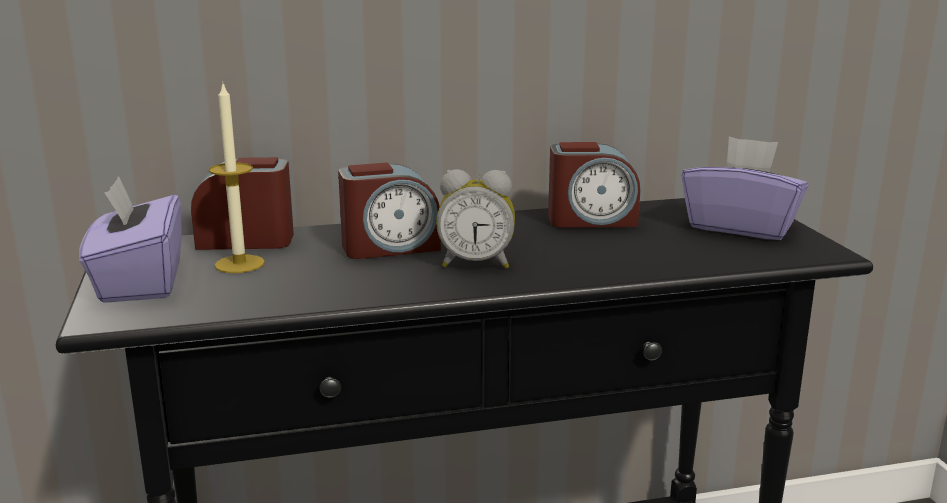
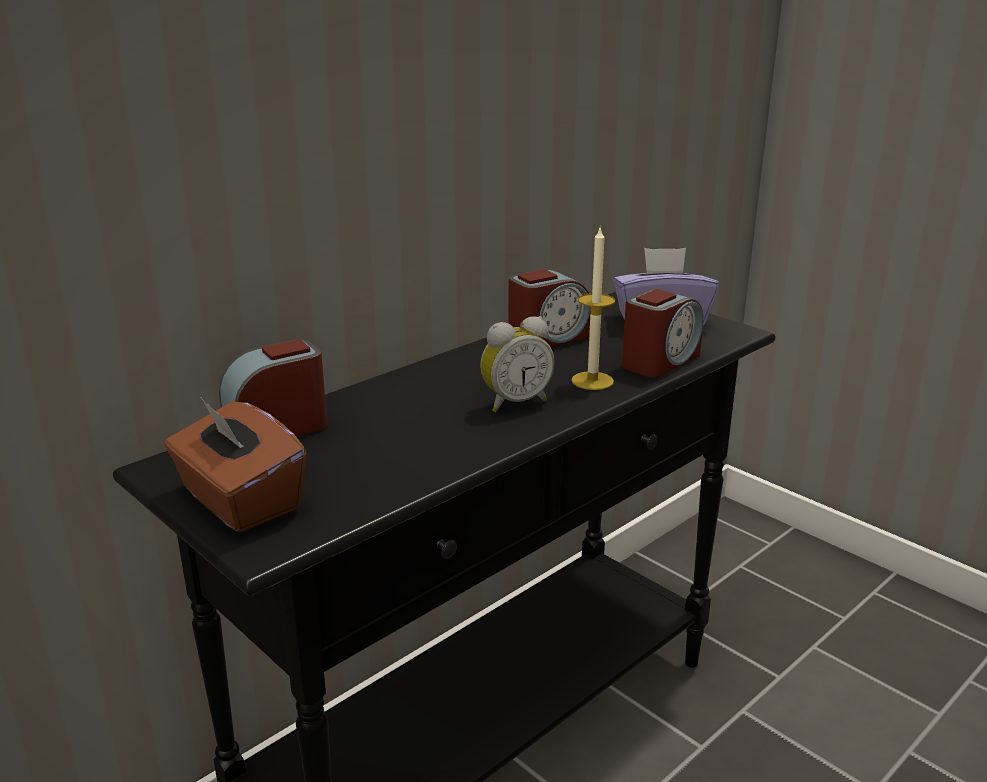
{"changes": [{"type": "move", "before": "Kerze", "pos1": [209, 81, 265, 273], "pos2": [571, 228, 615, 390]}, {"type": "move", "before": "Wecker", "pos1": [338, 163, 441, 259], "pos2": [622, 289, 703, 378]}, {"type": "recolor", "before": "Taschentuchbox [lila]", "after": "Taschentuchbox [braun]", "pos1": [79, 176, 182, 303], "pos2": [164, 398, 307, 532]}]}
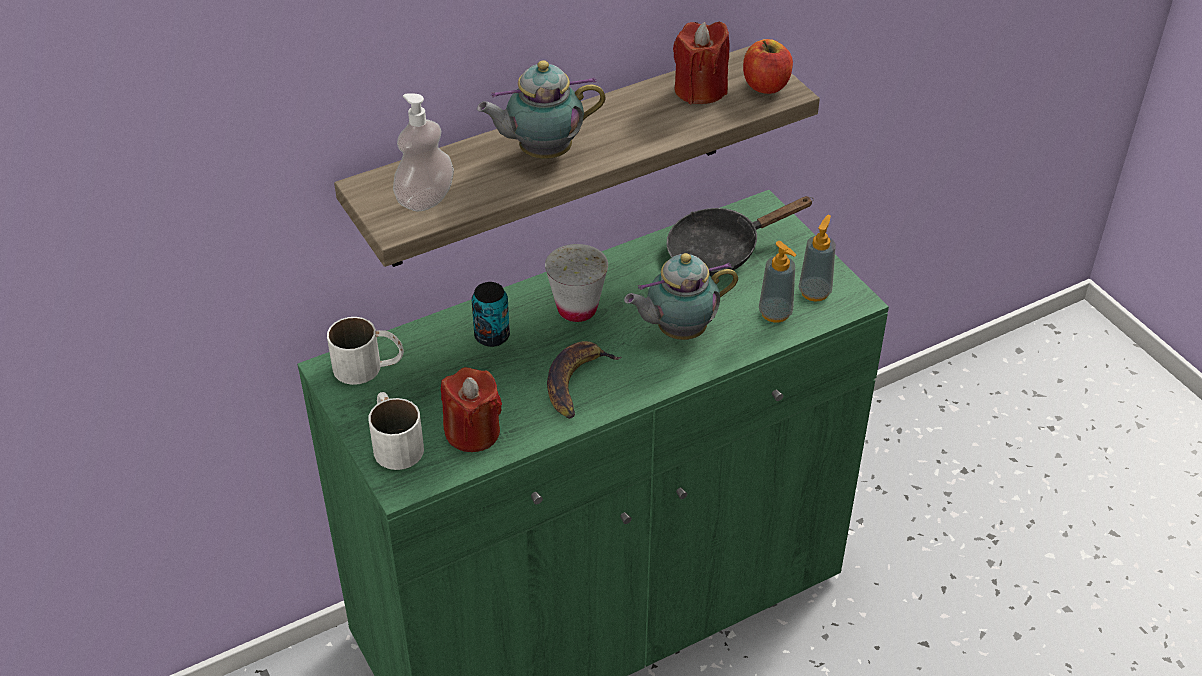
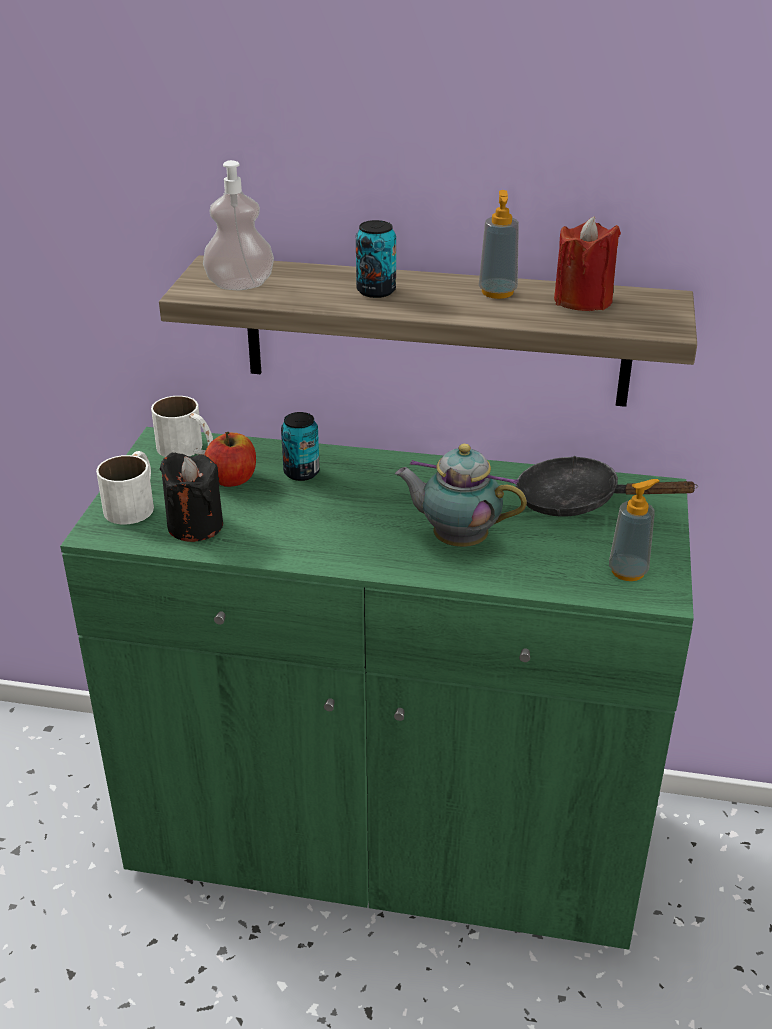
{"changes": [{"type": "move", "before": "Apfel", "pos1": [743, 39, 793, 94], "pos2": [205, 432, 256, 487]}, {"type": "replace", "before": "Teekanne", "after": "Dose", "pos1": [477, 60, 606, 159], "pos2": [356, 220, 396, 298]}, {"type": "move", "before": "Seifenspender", "pos1": [759, 241, 796, 323], "pos2": [479, 190, 519, 299]}, {"type": "delete", "before": "Tasse [weiß]", "pos1": [545, 244, 608, 322]}, {"type": "delete", "before": "Banane", "pos1": [547, 341, 621, 419]}, {"type": "recolor", "before": "Kerze [rot]", "after": "Kerze [schwarz]", "pos1": [441, 367, 502, 452], "pos2": [160, 453, 223, 542]}]}
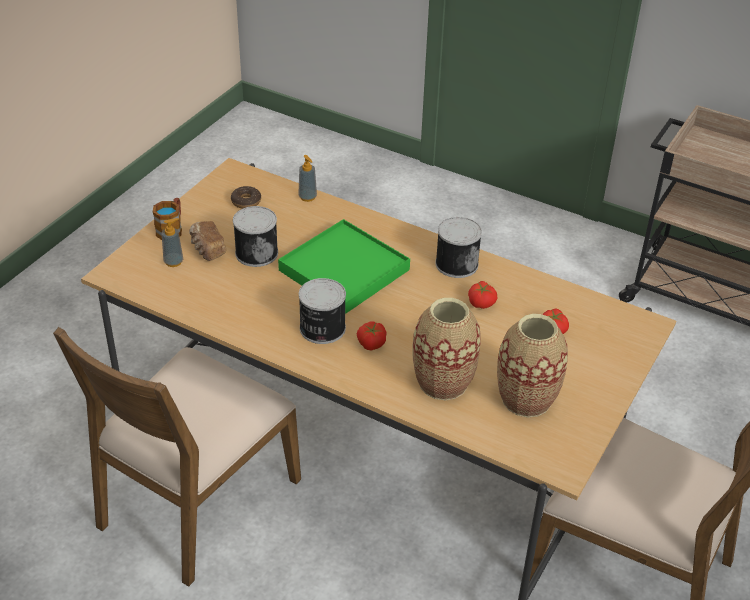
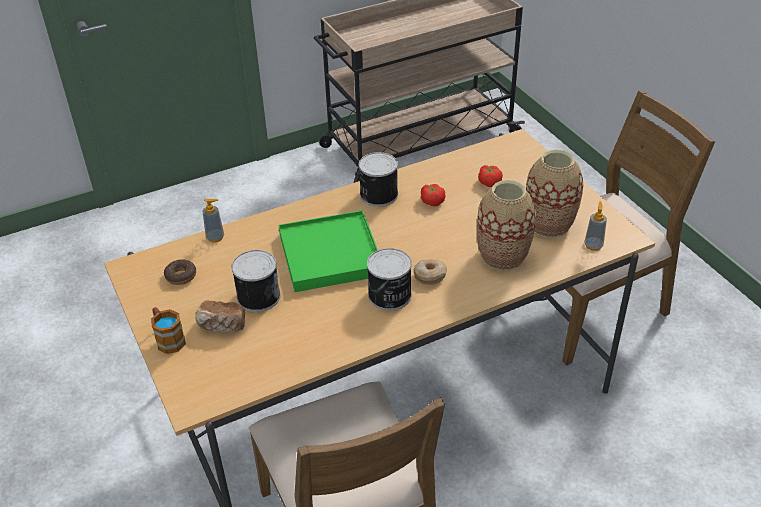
{"changes": [{"type": "move", "before": "Seifenspender", "pos1": [161, 218, 183, 267], "pos2": [584, 201, 607, 251]}, {"type": "replace", "before": "Tomate", "after": "Donut", "pos1": [357, 321, 387, 350], "pos2": [414, 259, 447, 285]}]}
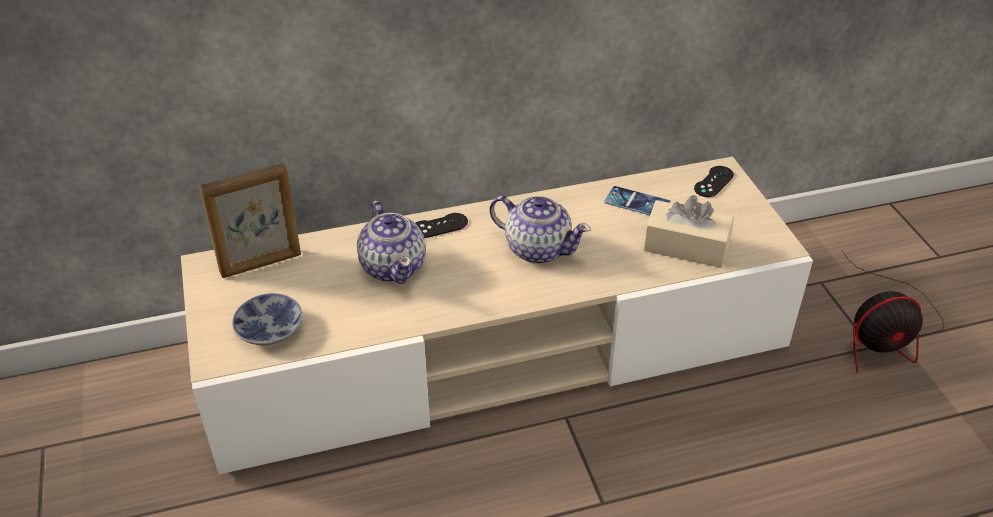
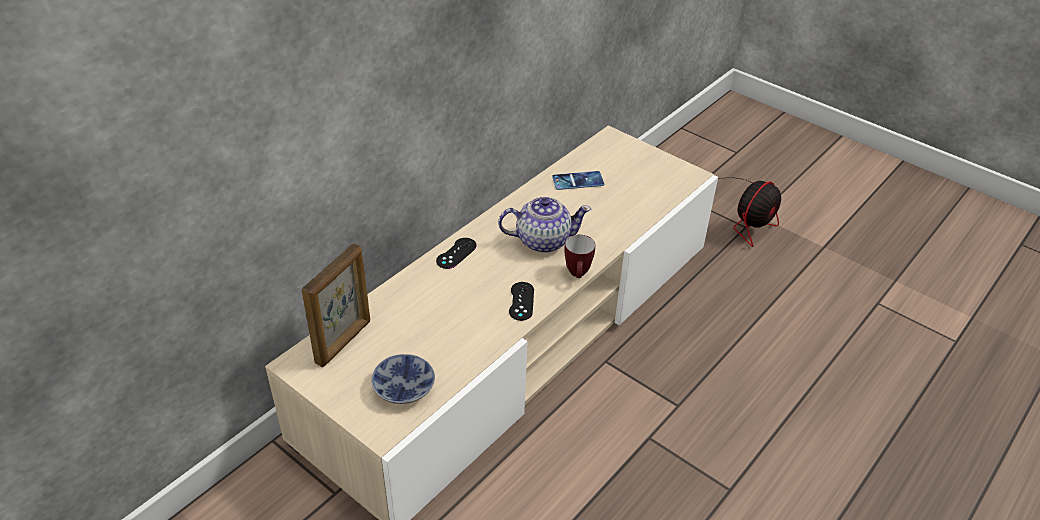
{"changes": [{"type": "move", "before": "Gamepad [schwarz]", "pos1": [694, 166, 734, 197], "pos2": [509, 282, 534, 321]}, {"type": "delete", "before": "Taschentuchbox [beige]", "pos1": [644, 195, 734, 268]}, {"type": "delete", "before": "Teekanne", "pos1": [357, 201, 426, 284]}, {"type": "insert", "after": "Henkelbecher", "pos2": [564, 234, 595, 278]}]}
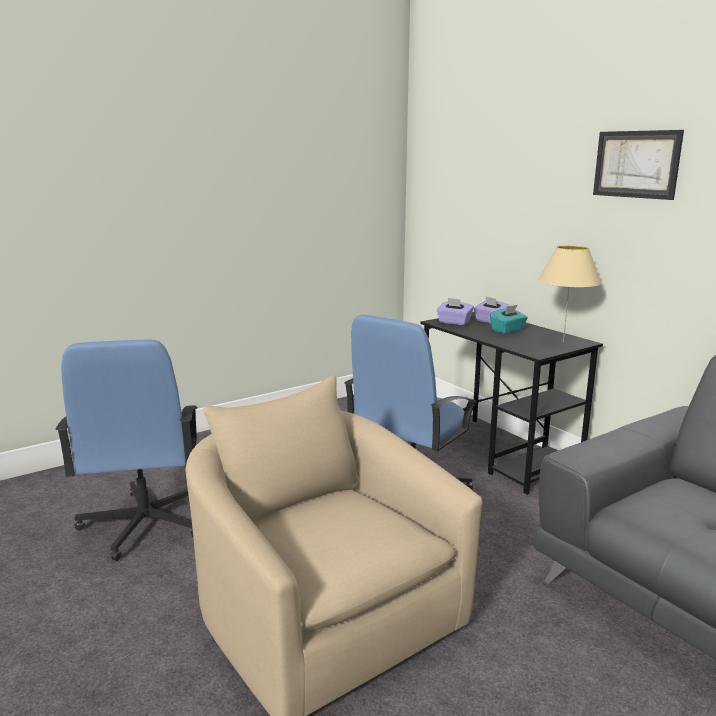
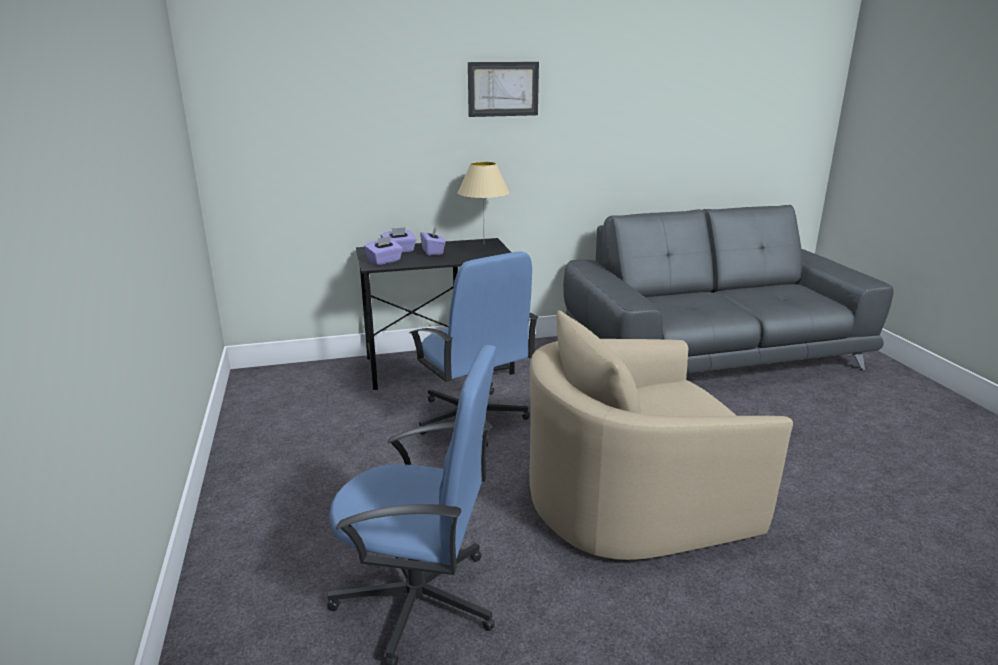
{"changes": [{"type": "recolor", "before": "Taschentuchbox [türkis]", "after": "Taschentuchbox [lila]", "pos1": [490, 305, 528, 334], "pos2": [420, 227, 445, 256]}]}
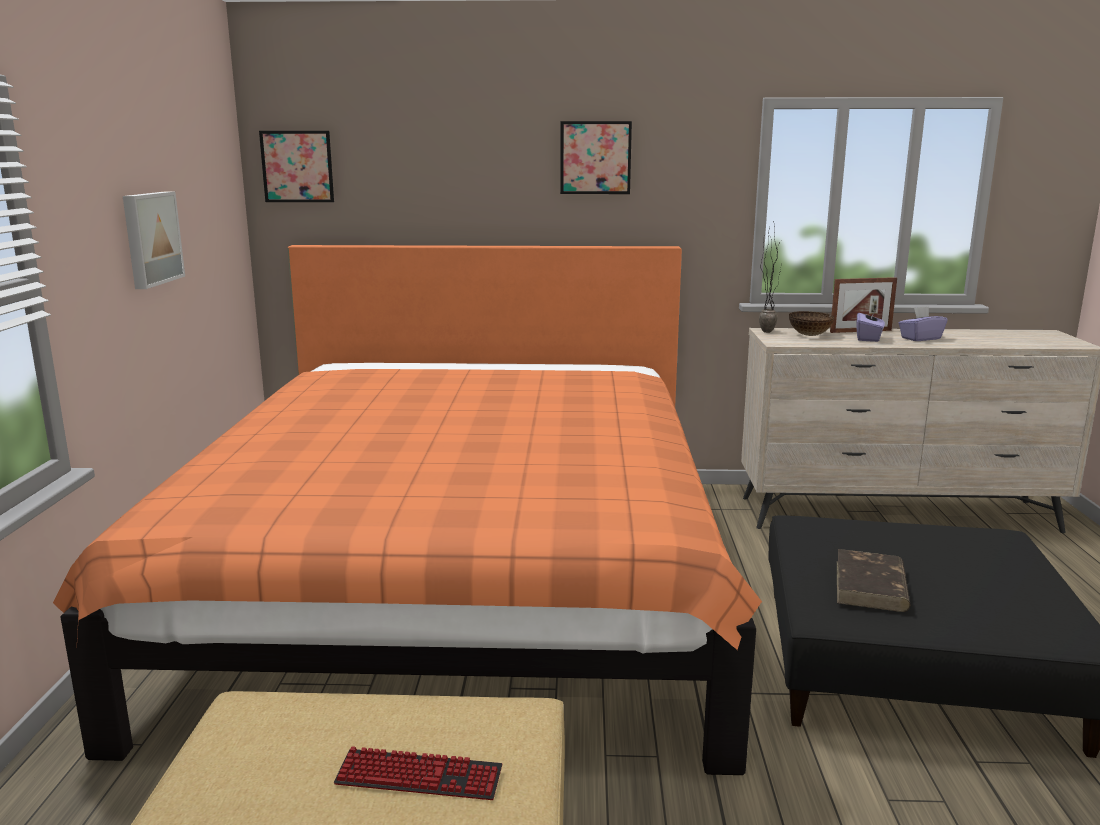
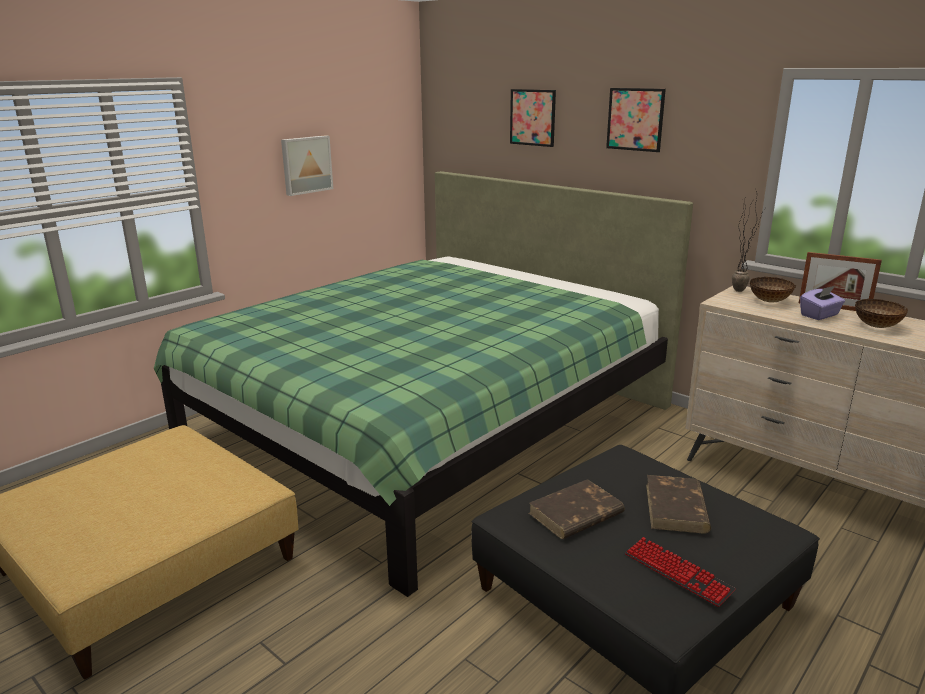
{"changes": [{"type": "move", "before": "Bild", "pos1": [259, 131, 334, 202], "pos2": [510, 89, 556, 147]}, {"type": "recolor", "before": "Bett [orange]", "after": "Bett [grün]", "pos1": [53, 245, 762, 775], "pos2": [154, 171, 693, 597]}, {"type": "replace", "before": "Taschentuchbox [lila]", "after": "Schüssel", "pos1": [899, 306, 948, 341], "pos2": [855, 299, 908, 328]}, {"type": "move", "before": "Tastatur", "pos1": [334, 746, 502, 800], "pos2": [625, 537, 736, 607]}, {"type": "insert", "after": "Buch [braun]", "pos2": [646, 475, 711, 534]}]}
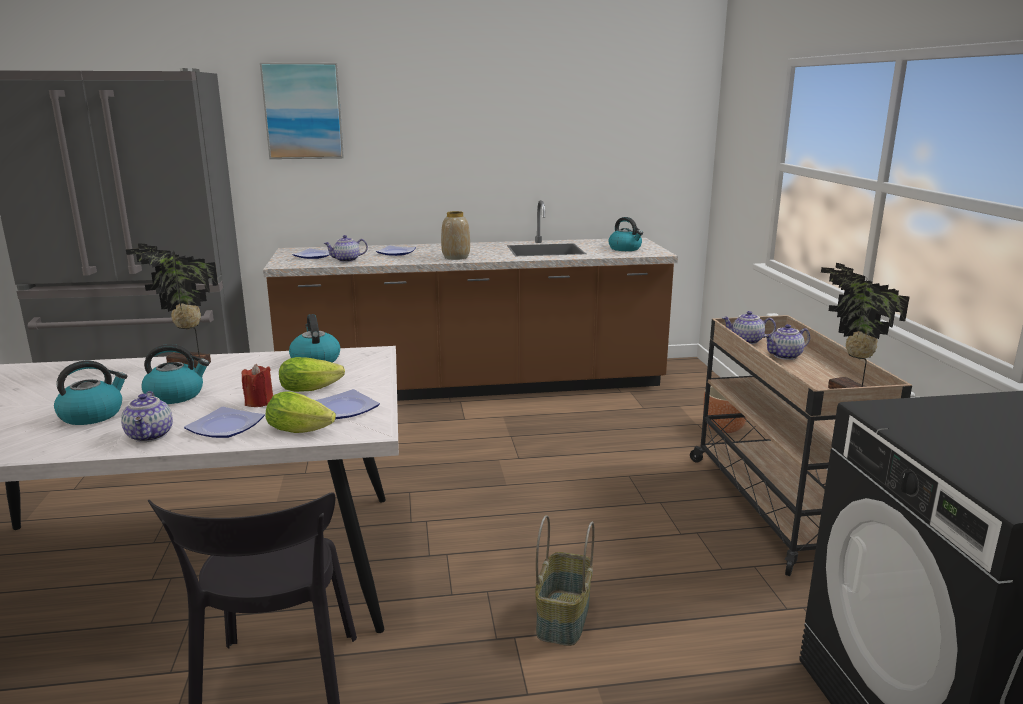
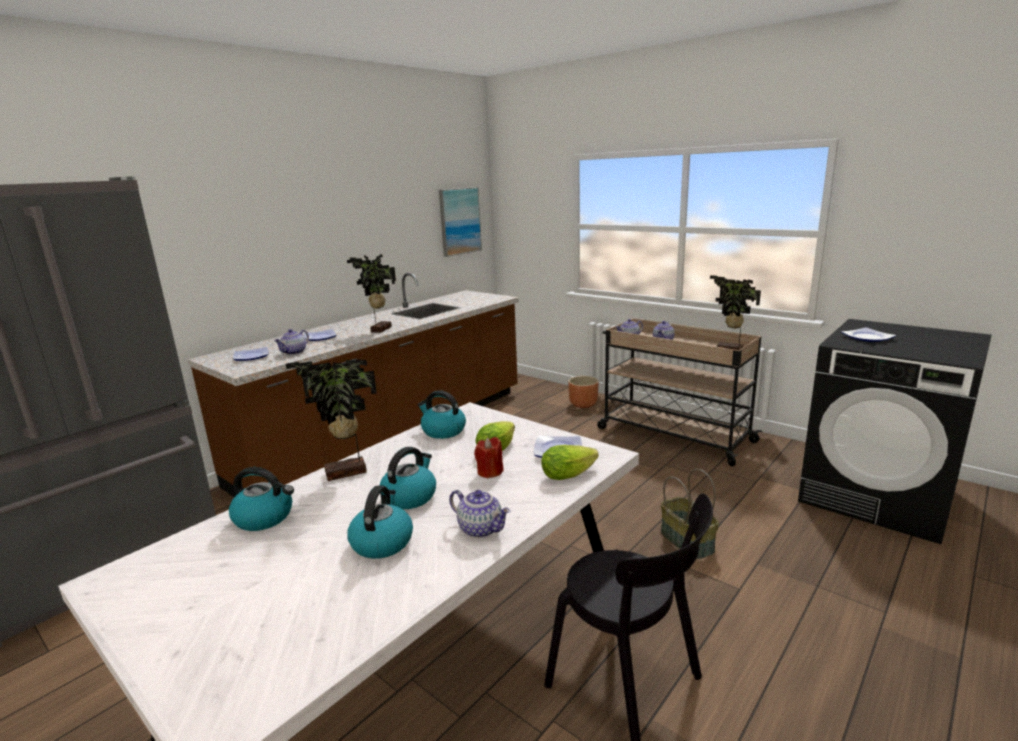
{"changes": [{"type": "move", "before": "Bild", "pos1": [260, 62, 344, 159], "pos2": [439, 187, 482, 257]}, {"type": "replace", "before": "Vase", "after": "Topfpflanze", "pos1": [441, 211, 470, 260], "pos2": [347, 254, 396, 333]}, {"type": "move", "before": "Wasserkessel", "pos1": [608, 217, 643, 251], "pos2": [229, 467, 294, 531]}, {"type": "move", "before": "Teller", "pos1": [184, 407, 265, 438], "pos2": [841, 327, 896, 342]}]}
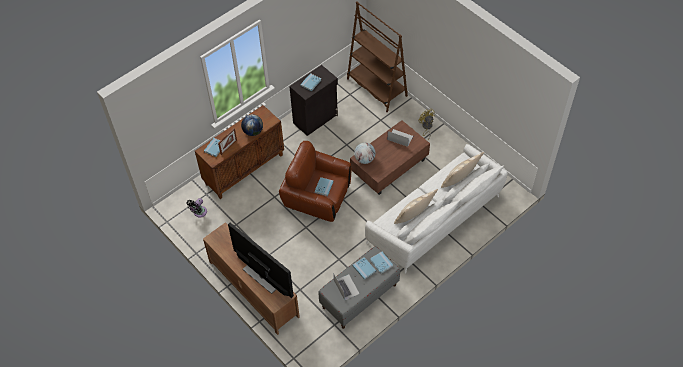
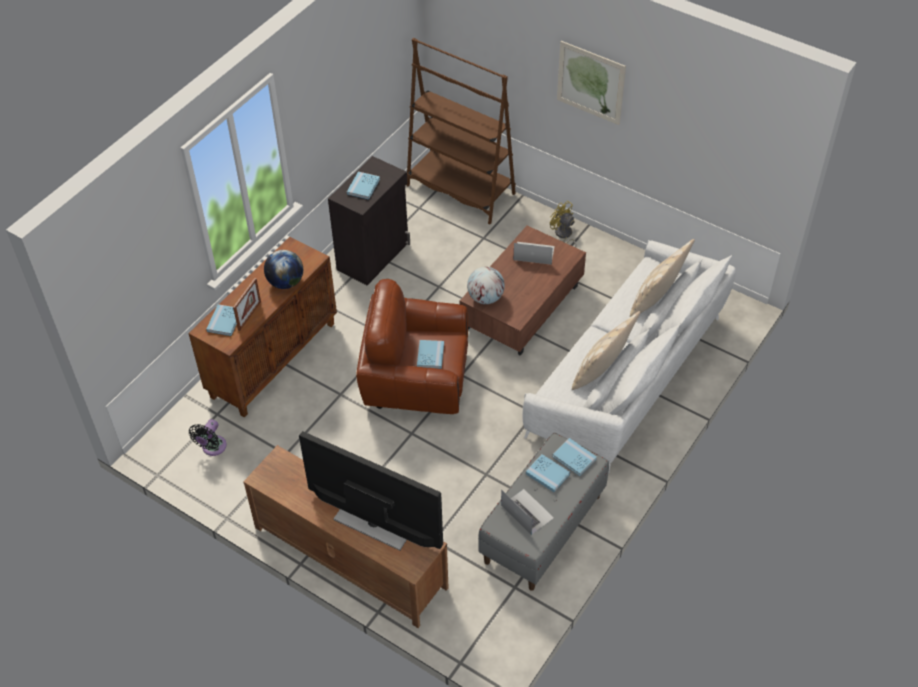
{"changes": [{"type": "insert", "after": "Bild", "pos2": [557, 41, 626, 125]}]}
